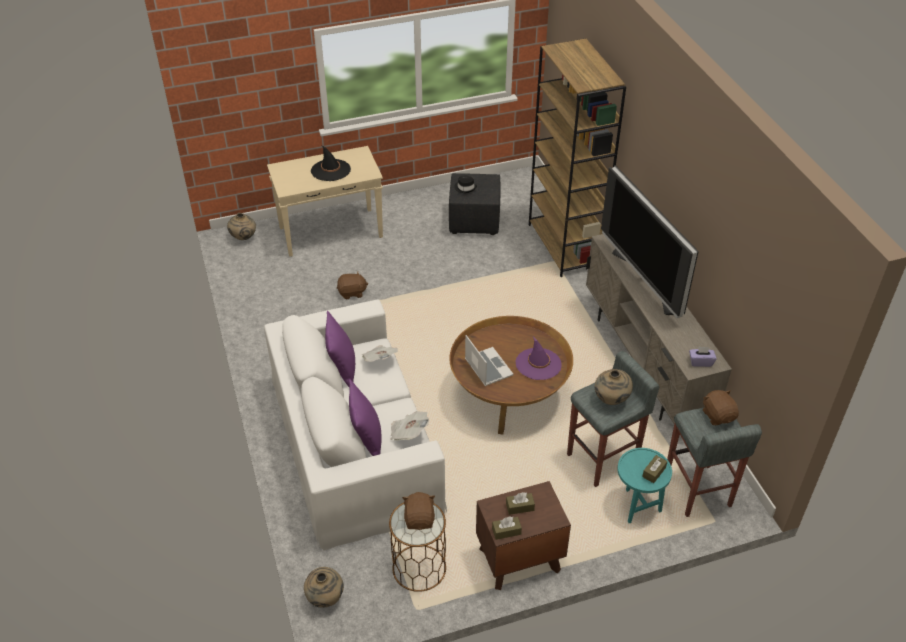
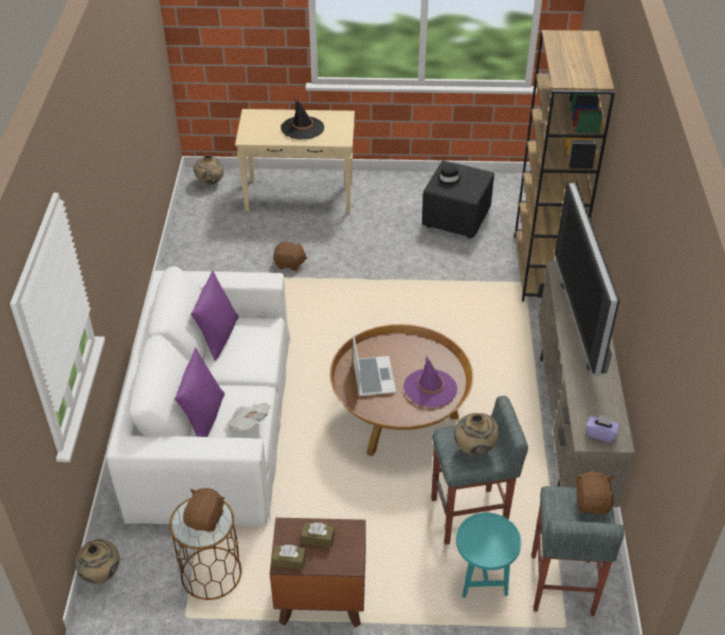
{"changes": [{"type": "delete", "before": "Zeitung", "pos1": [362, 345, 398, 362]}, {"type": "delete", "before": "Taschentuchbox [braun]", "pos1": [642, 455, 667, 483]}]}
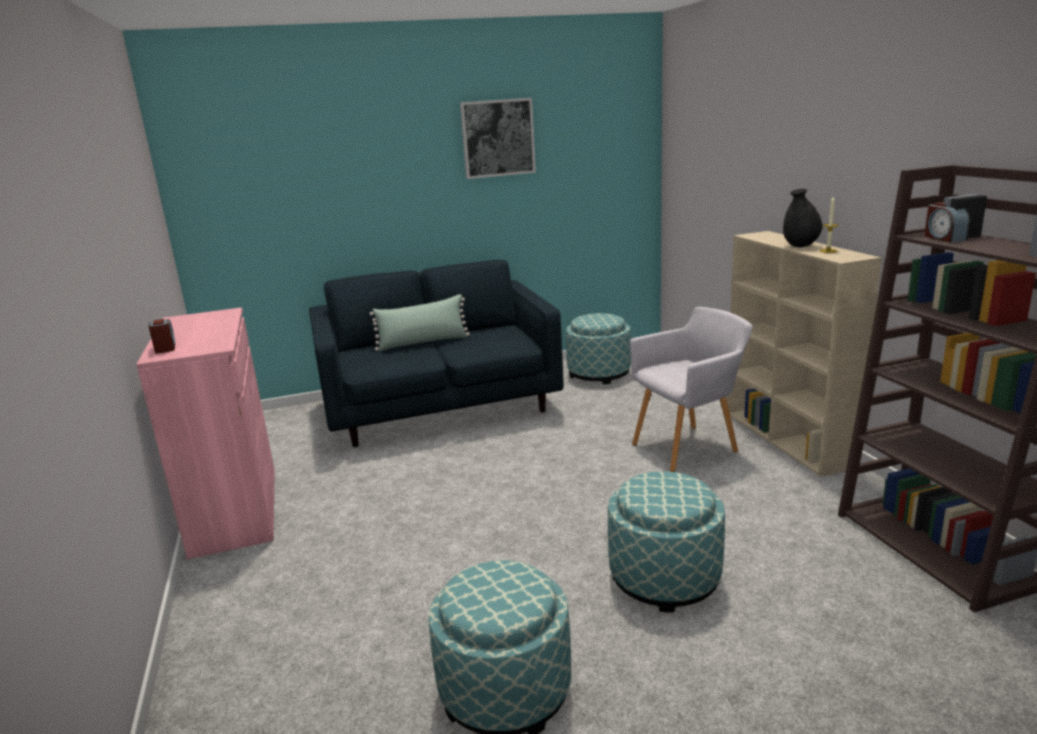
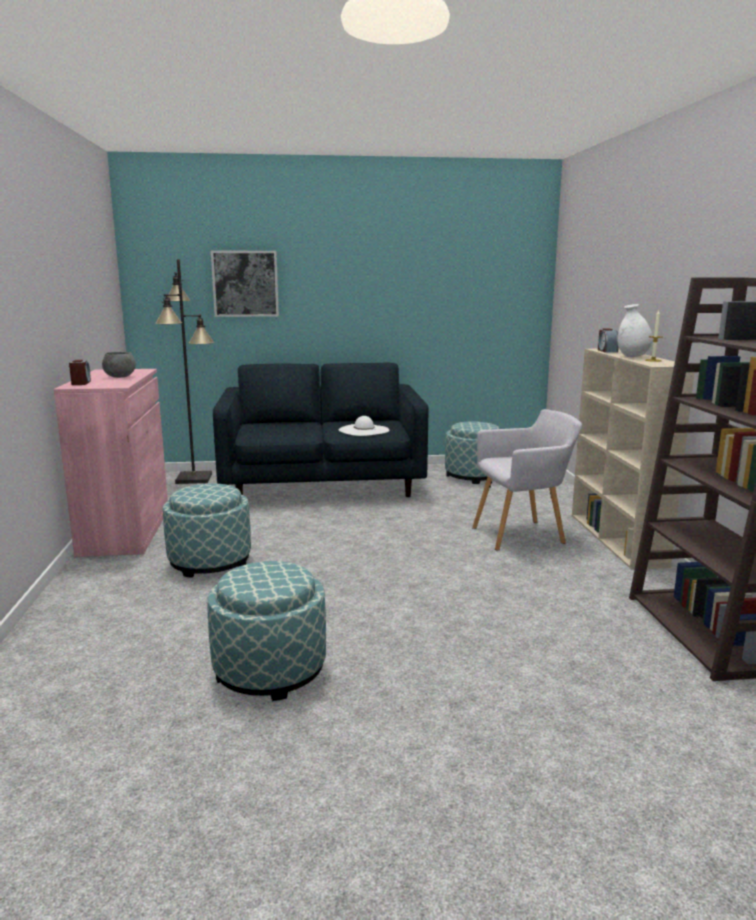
{"changes": [{"type": "move", "before": "Bild", "pos1": [460, 98, 536, 179], "pos2": [211, 251, 279, 317]}, {"type": "recolor", "before": "Vase [schwarz]", "after": "Vase [weiß]", "pos1": [783, 189, 822, 247], "pos2": [617, 304, 653, 357]}, {"type": "move", "before": "Wecker", "pos1": [924, 202, 970, 242], "pos2": [598, 328, 619, 353]}, {"type": "delete", "before": "Kissen [grün]", "pos1": [370, 294, 470, 351]}, {"type": "move", "before": "Polsterhocker", "pos1": [608, 471, 725, 613], "pos2": [163, 483, 251, 578]}, {"type": "insert", "after": "Stehlampe [schwarz]", "pos2": [155, 259, 214, 484]}, {"type": "insert", "after": "Schüssel [grau]", "pos2": [102, 352, 136, 378]}, {"type": "insert", "after": "Hut [weiß]", "pos2": [339, 416, 390, 436]}]}
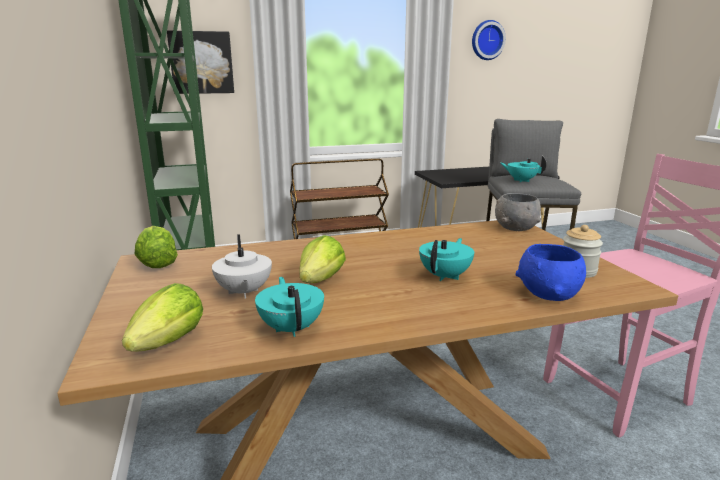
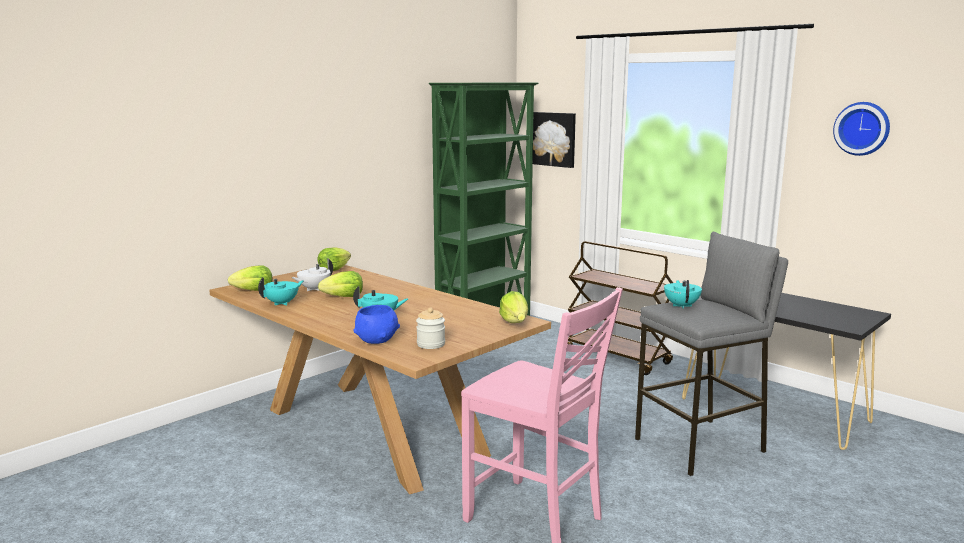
{"changes": [{"type": "replace", "before": "Schüssel [grau]", "after": "Salatkopf", "pos1": [495, 193, 541, 231], "pos2": [499, 291, 528, 323]}]}
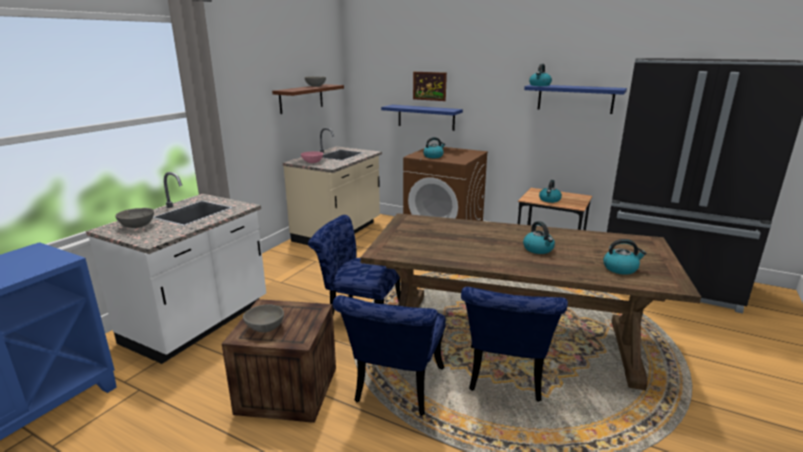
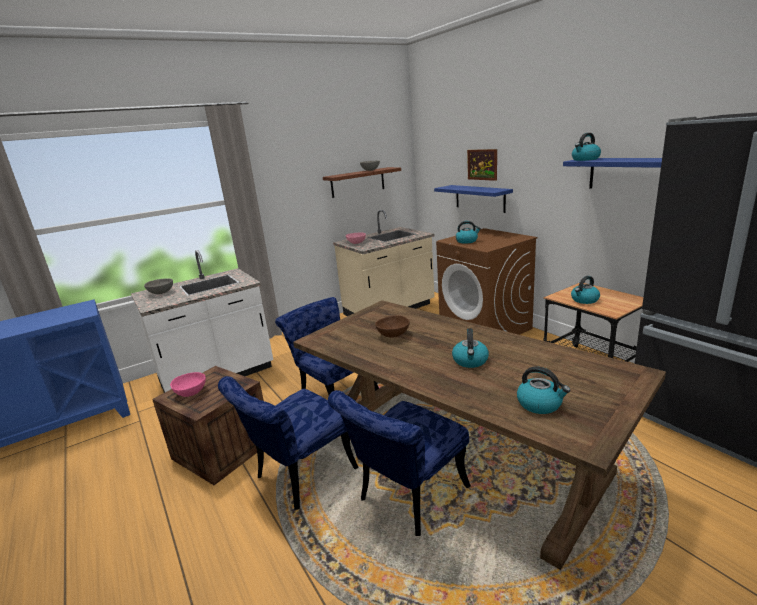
{"changes": [{"type": "recolor", "before": "Schüssel [grau]", "after": "Schüssel [rosa]", "pos1": [243, 304, 284, 332], "pos2": [170, 372, 206, 397]}, {"type": "insert", "after": "Schüssel [braun]", "pos2": [375, 315, 410, 338]}]}
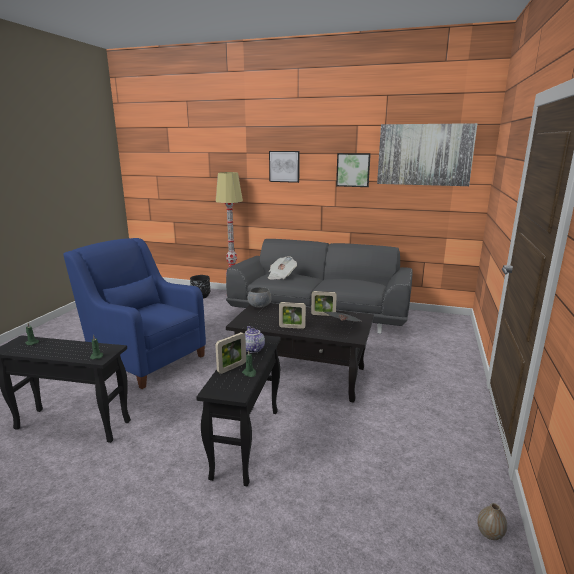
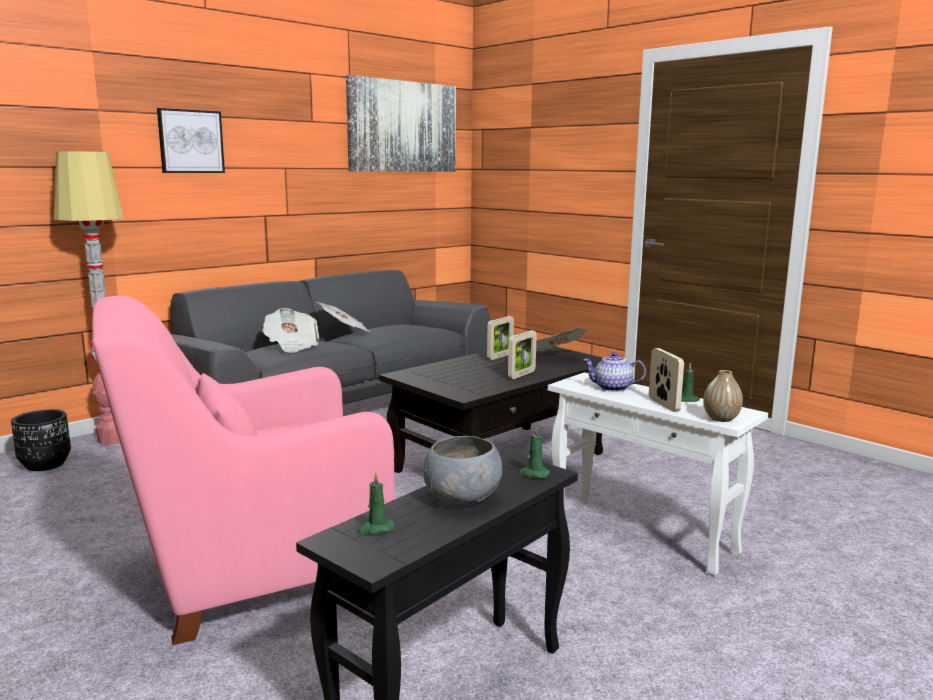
{"changes": [{"type": "delete", "before": "Bild", "pos1": [336, 153, 371, 187]}, {"type": "recolor", "before": "Sessel [blau]", "after": "Sessel [rosa]", "pos1": [63, 238, 206, 389], "pos2": [92, 296, 395, 645]}, {"type": "move", "before": "Schüssel [grau]", "pos1": [247, 287, 272, 308], "pos2": [423, 436, 502, 505]}, {"type": "recolor", "before": "Beistelltisch [schwarz]", "after": "Beistelltisch [weiß]", "pos1": [196, 335, 280, 486], "pos2": [548, 372, 768, 577]}, {"type": "move", "before": "Vase", "pos1": [477, 503, 507, 540], "pos2": [703, 370, 743, 422]}, {"type": "insert", "after": "Zeitung", "pos2": [317, 302, 370, 332]}]}
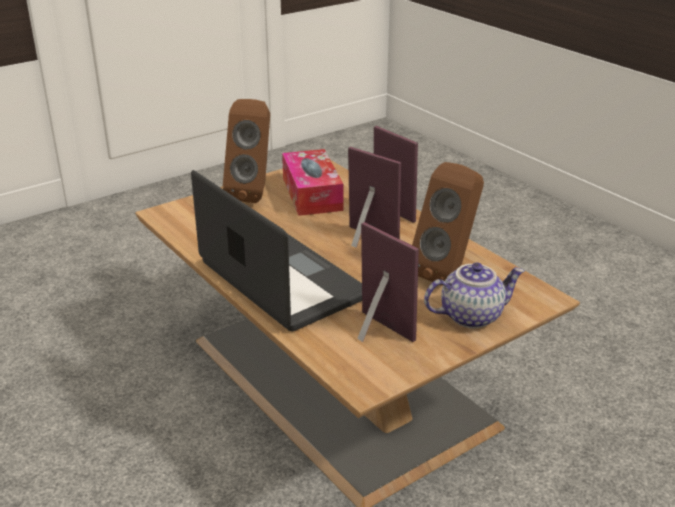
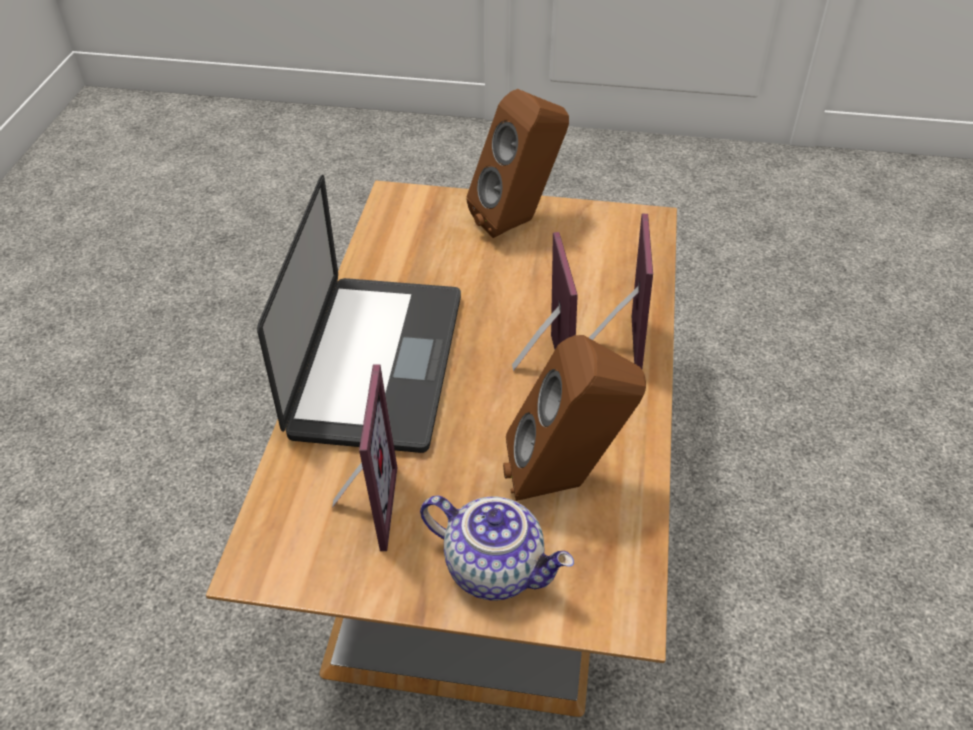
{"changes": [{"type": "delete", "before": "Taschentuchbox", "pos1": [282, 149, 343, 216]}]}
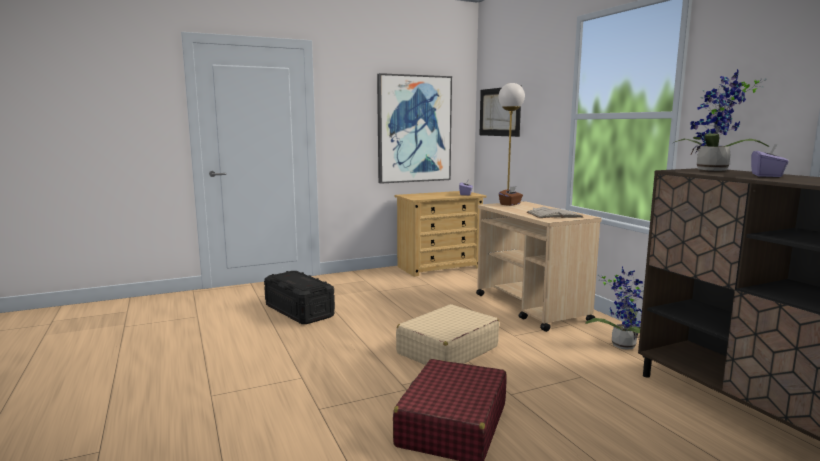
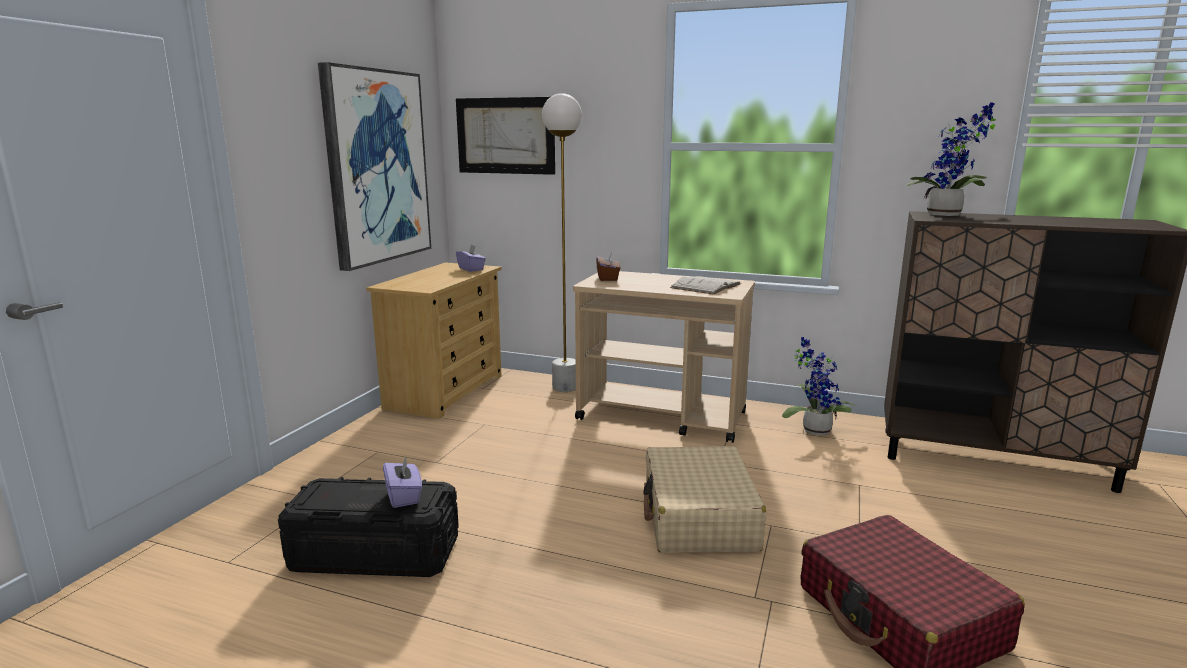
{"changes": [{"type": "move", "before": "Taschentuchbox [lila]", "pos1": [751, 144, 789, 177], "pos2": [383, 456, 422, 508]}]}
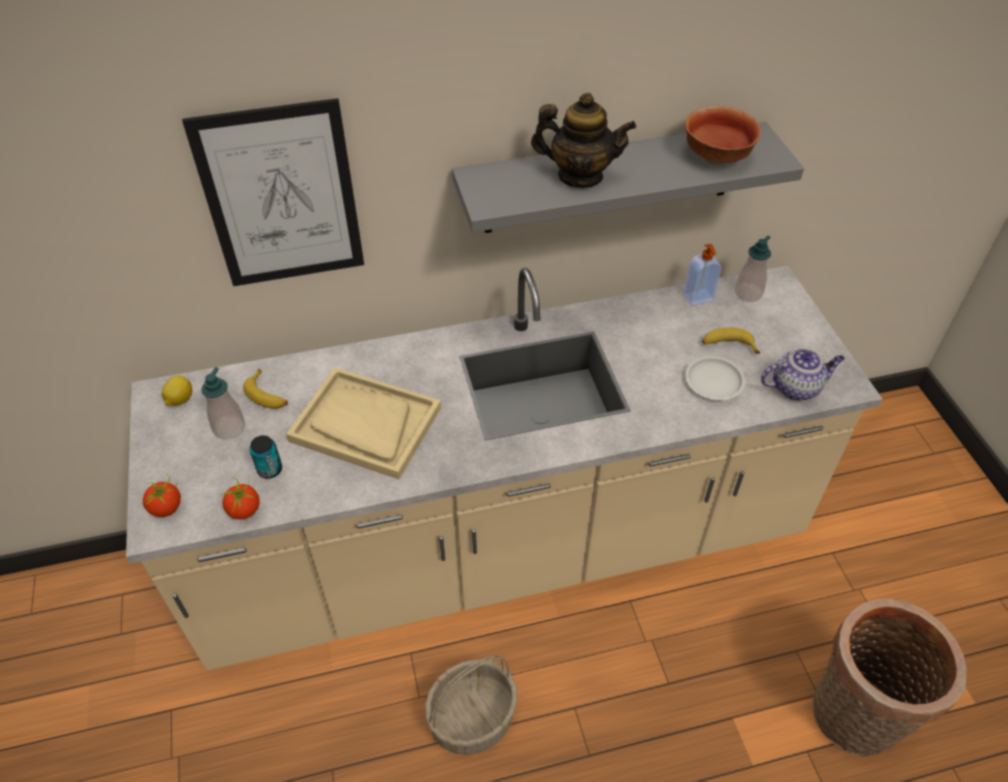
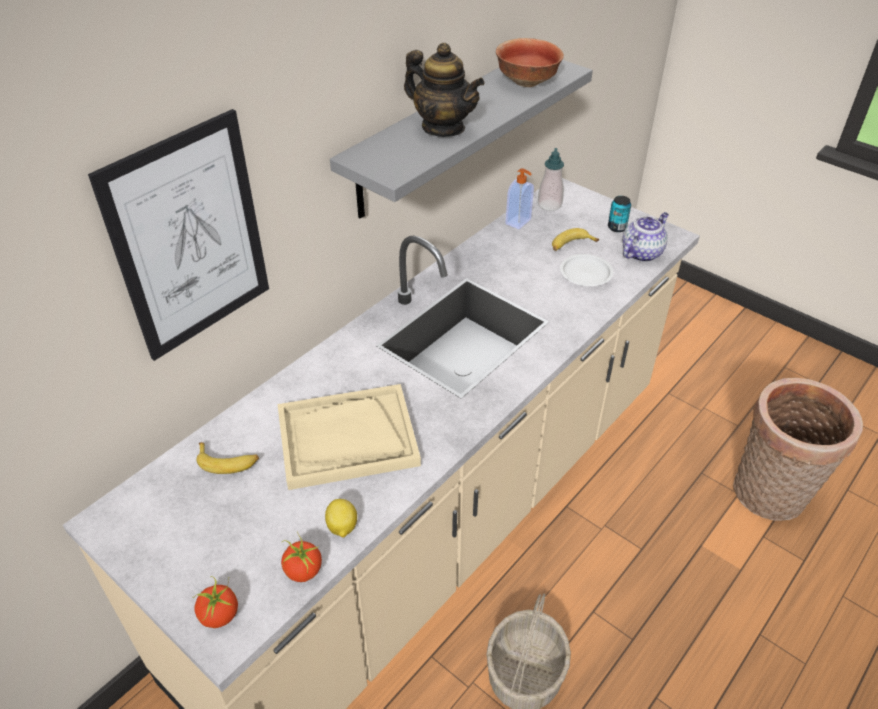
{"changes": [{"type": "rotate", "before": "Teekanne", "pos1": [531, 93, 636, 188], "pos2": [404, 43, 485, 137], "turn": 60}, {"type": "delete", "before": "Seifenspender", "pos1": [201, 367, 245, 439]}, {"type": "move", "before": "Zitrone", "pos1": [162, 376, 192, 406], "pos2": [325, 499, 357, 538]}, {"type": "move", "before": "Dose", "pos1": [250, 435, 282, 479], "pos2": [608, 196, 631, 232]}]}
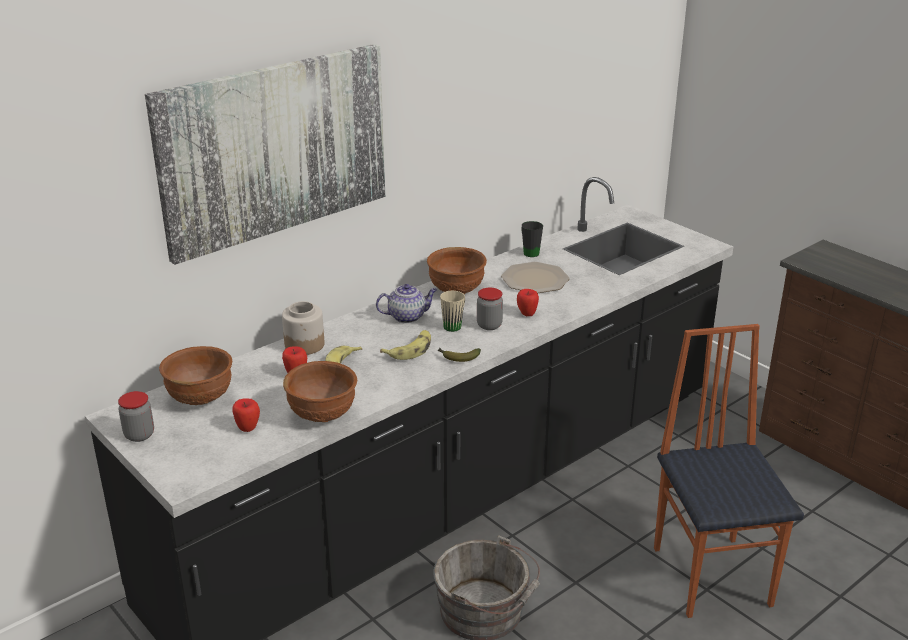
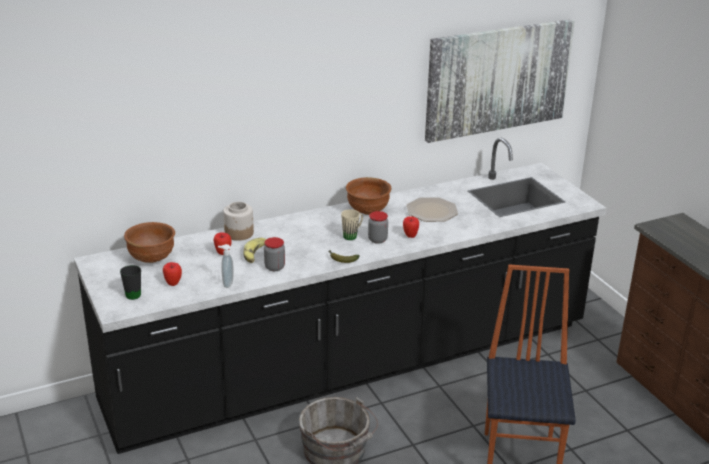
{"changes": [{"type": "move", "before": "Bild", "pos1": [145, 44, 385, 265], "pos2": [425, 19, 575, 143]}, {"type": "move", "before": "Henkelbecher [schwarz]", "pos1": [522, 221, 543, 257], "pos2": [120, 265, 141, 300]}, {"type": "delete", "before": "Teekanne", "pos1": [376, 284, 437, 323]}, {"type": "delete", "before": "Banane", "pos1": [380, 330, 431, 360]}, {"type": "replace", "before": "Schüssel [braun]", "after": "Seifenspender", "pos1": [283, 361, 357, 422], "pos2": [218, 244, 234, 288]}, {"type": "move", "before": "Vorratsglas", "pos1": [118, 391, 154, 442], "pos2": [264, 237, 285, 271]}]}
